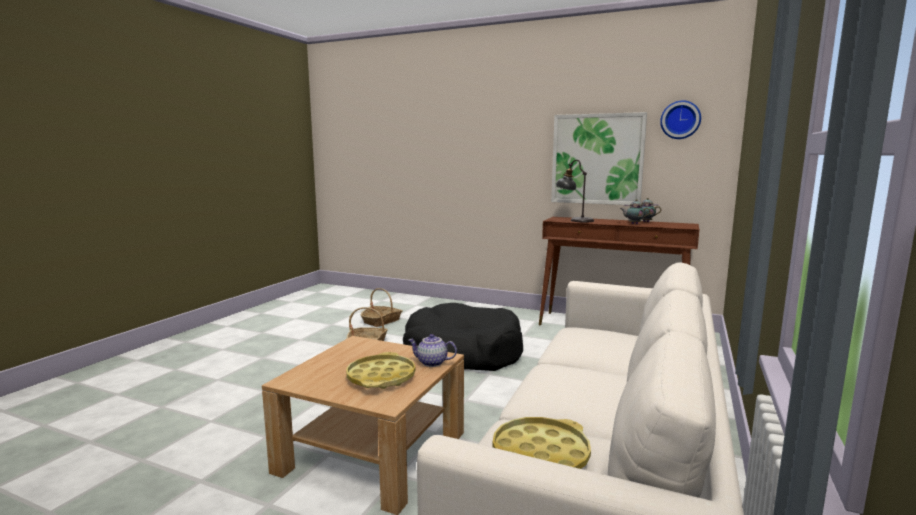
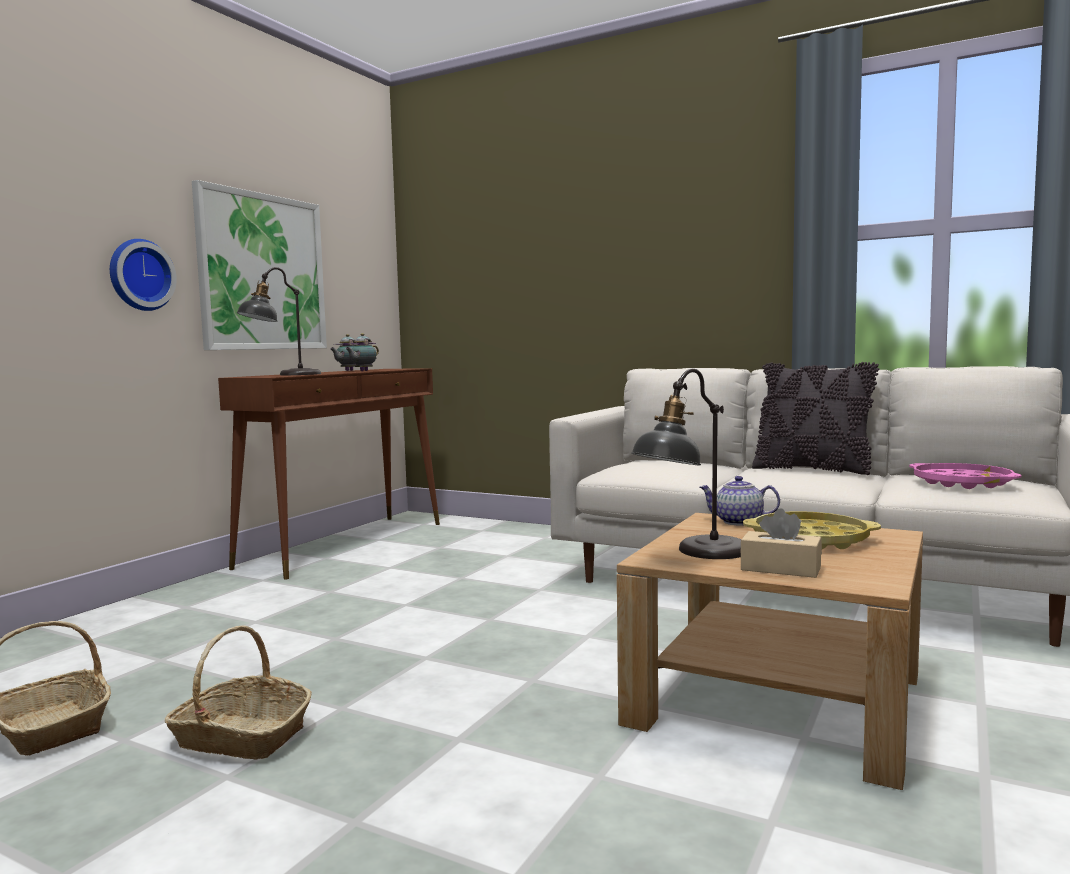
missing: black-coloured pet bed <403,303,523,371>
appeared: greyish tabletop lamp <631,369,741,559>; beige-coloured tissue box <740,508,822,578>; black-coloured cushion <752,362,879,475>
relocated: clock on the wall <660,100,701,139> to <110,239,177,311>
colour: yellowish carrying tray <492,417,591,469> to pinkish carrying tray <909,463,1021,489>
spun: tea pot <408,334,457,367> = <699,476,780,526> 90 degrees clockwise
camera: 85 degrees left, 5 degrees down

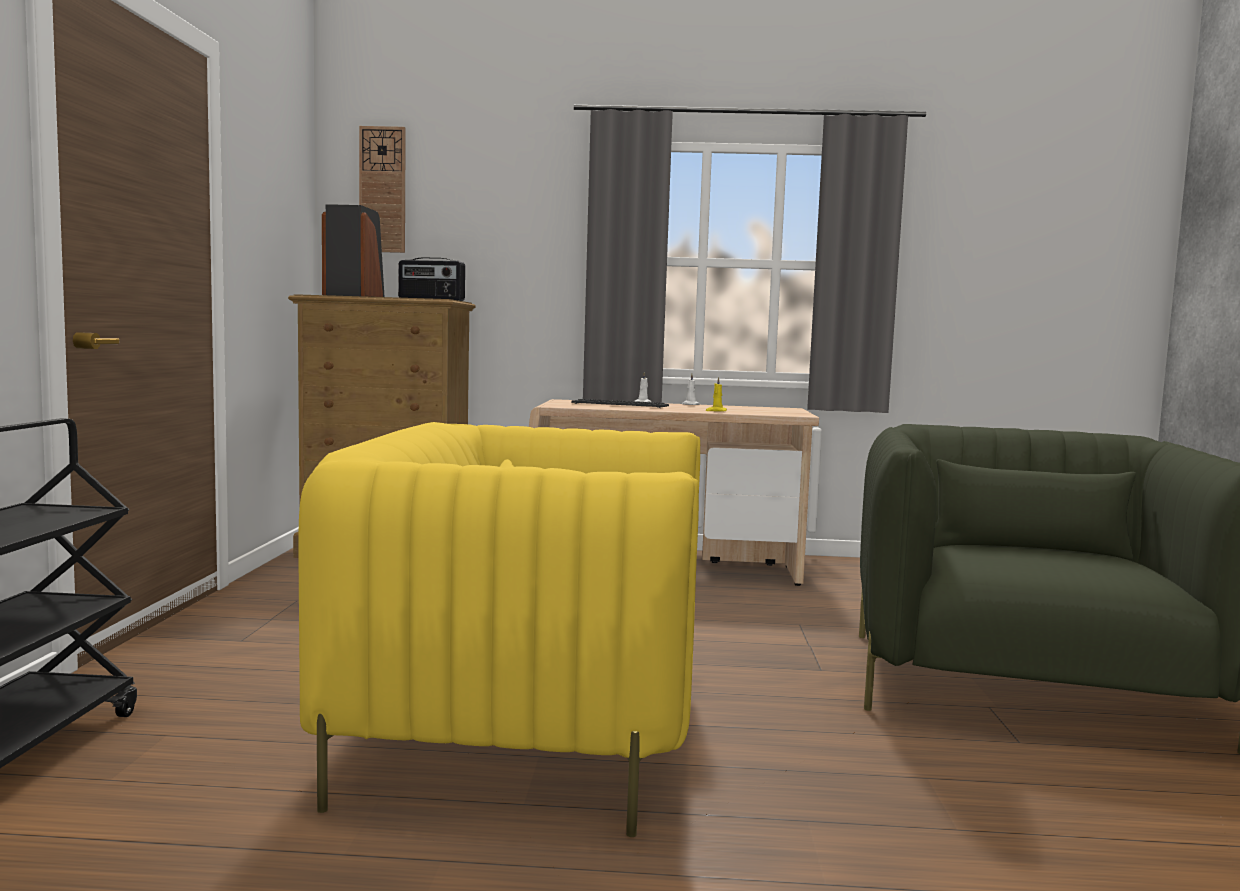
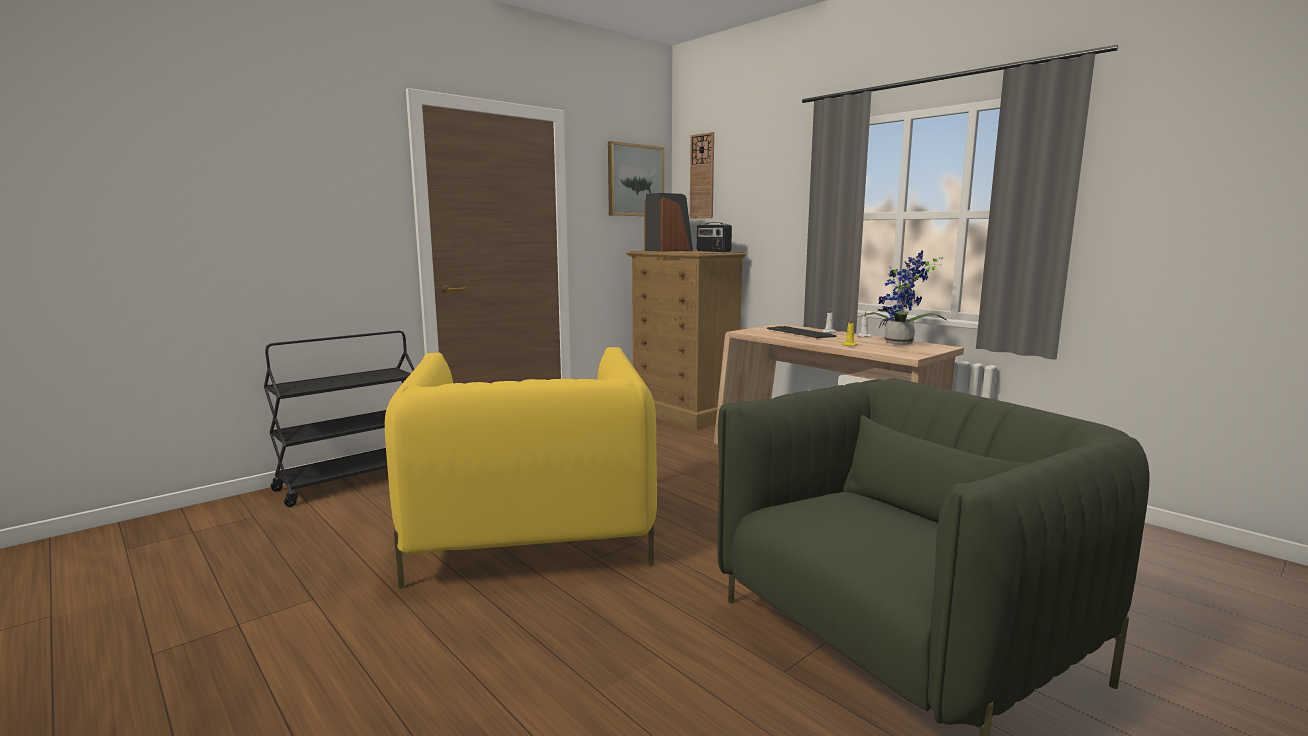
appeared: wall picture <608,141,664,216>; potted plant <862,250,947,345>
spun: yellowish lounge chair <298,422,700,837> = <385,347,657,589> 150 degrees counterclockwise
camera: 45 degrees right, 5 degrees up

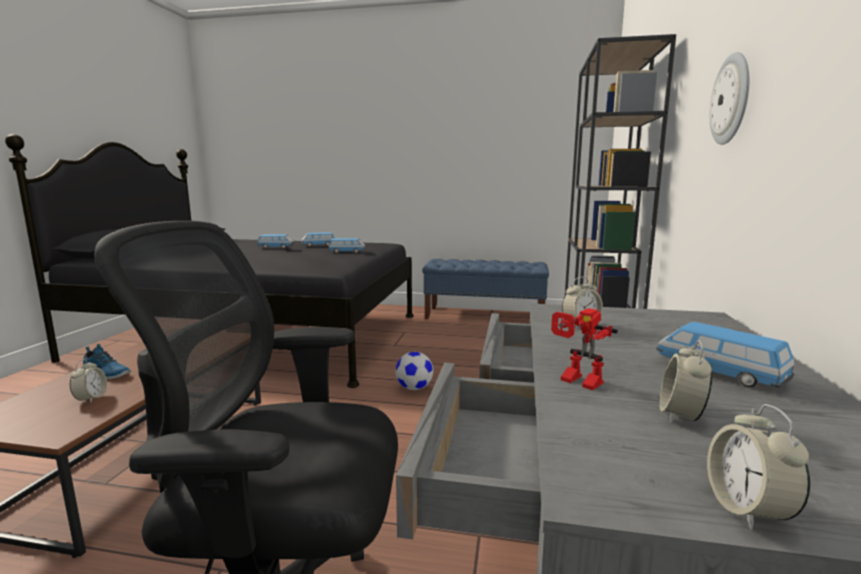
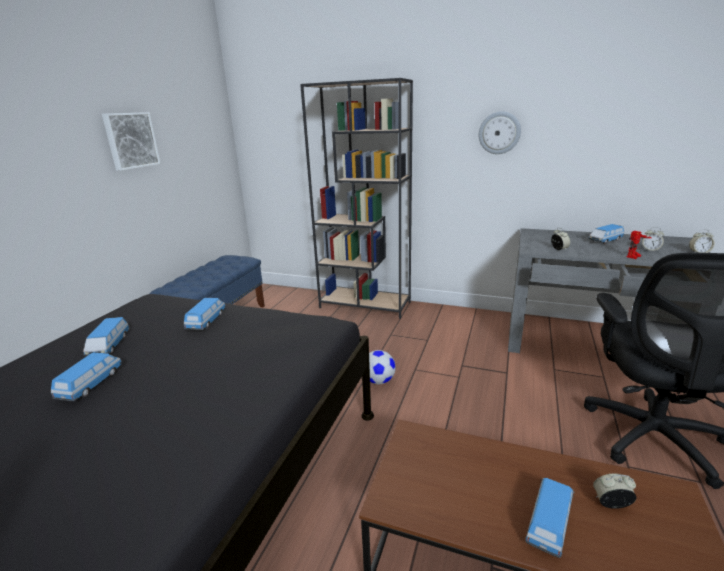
appeared: wall picture <102,112,161,171>
exchanged: item of footwear <83,344,131,380> to toy car <525,478,575,558>
camera: 80 degrees left, 10 degrees up

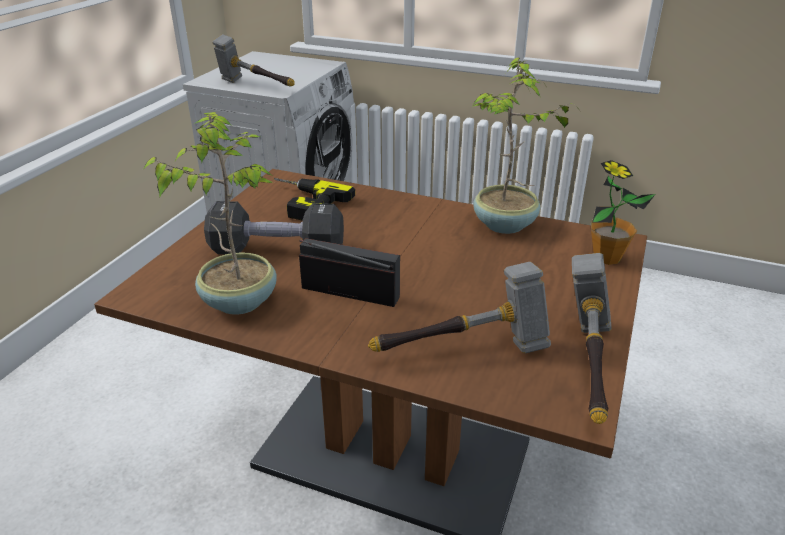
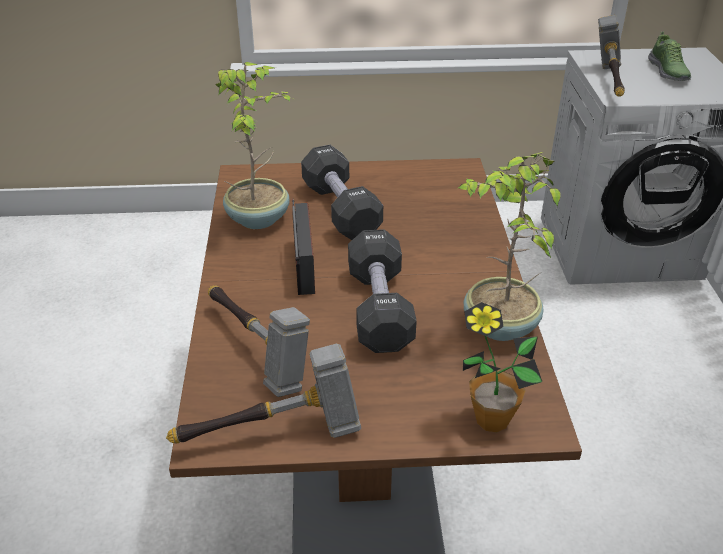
missing: drill <274,178,355,221>
appeared: black-coloured hand weight <348,229,417,353>; item of footwear <648,32,691,81>
camera: 65 degrees right, 5 degrees up

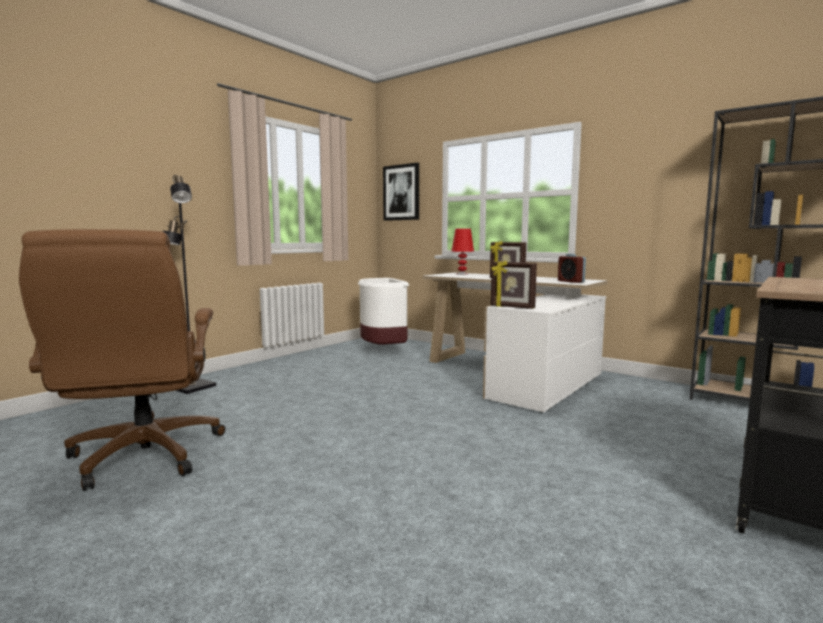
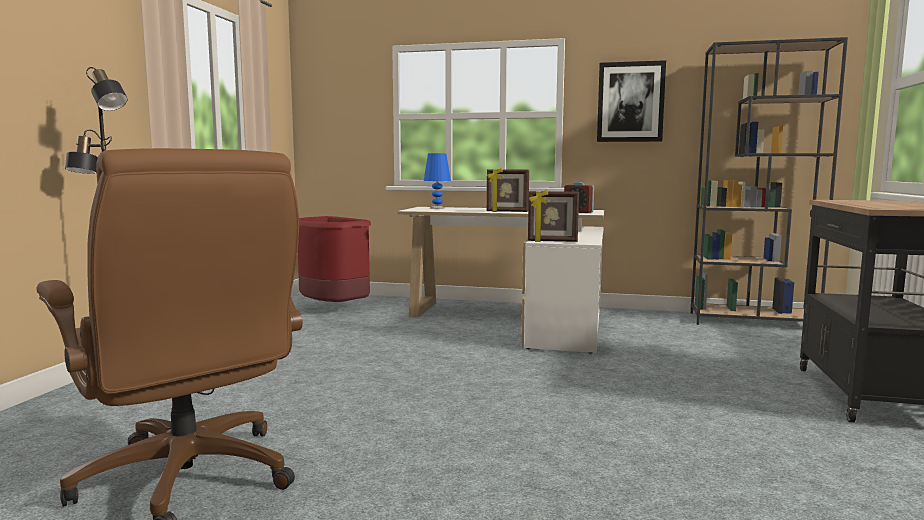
relocated: wall picture <383,163,419,221> to <597,60,666,142>
colour: white-coloured trash can <358,278,409,345> to red trash can <298,216,371,302>; red tabletop lamp <451,229,474,275> to bluish tabletop lamp <424,153,451,209>
camera: 25 degrees left, 0 degrees up

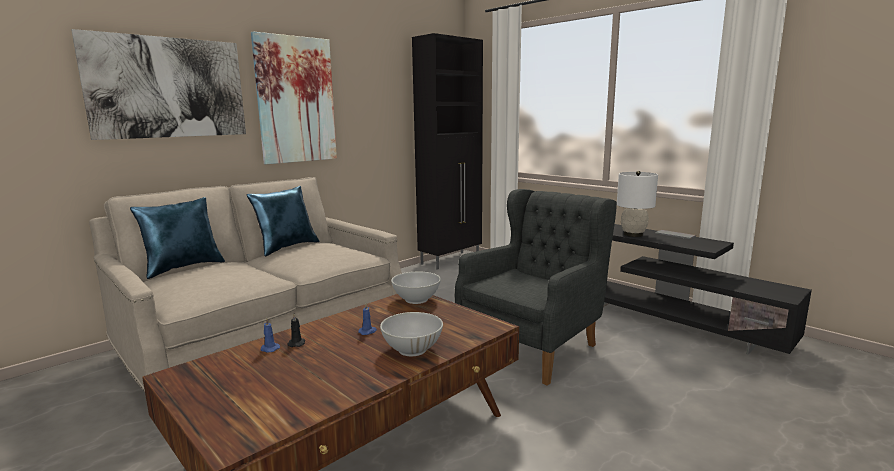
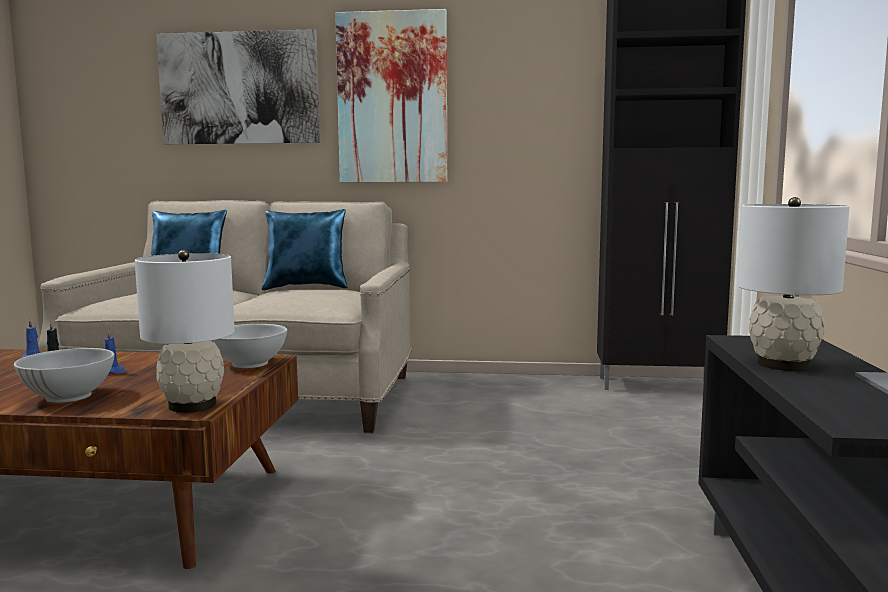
missing: greyish lounge chair <455,189,617,386>
appeared: white-coloured tabletop lamp <135,250,235,413>
camera: 50 degrees right, 5 degrees down

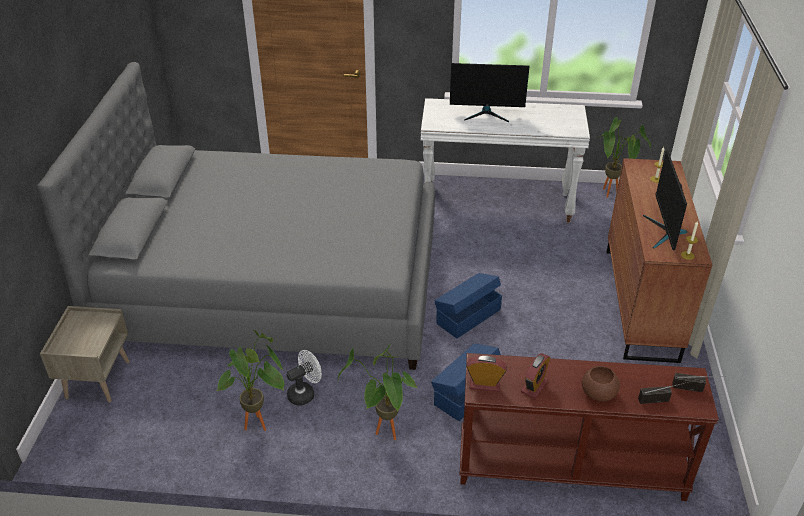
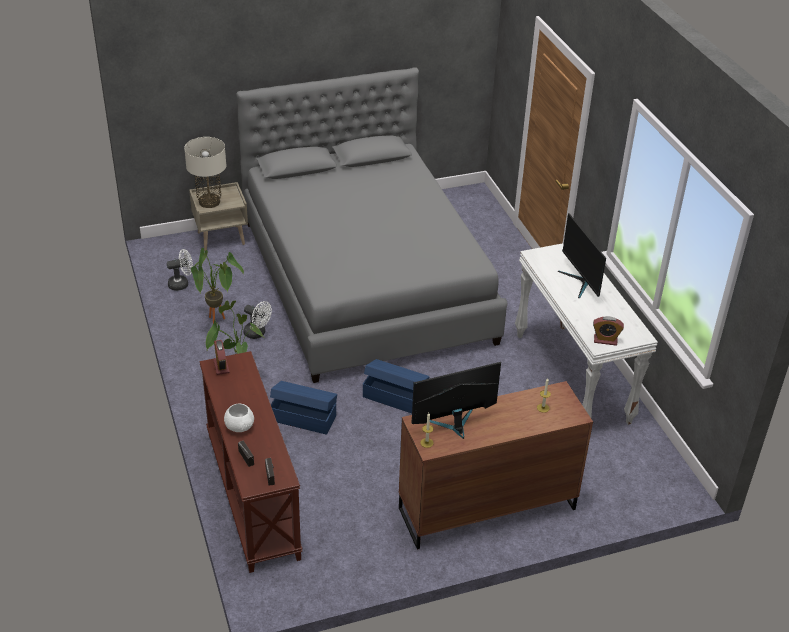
missing: potted plant <598,117,651,198>
appeared: white-coloured cooling fan <167,249,193,291>; tabletop lamp <184,137,226,208>
relocated: alarm clock <521,353,550,399> to <593,316,624,346>
colour: brown-coloured bowl <582,366,620,401> to white-coloured bowl <224,404,254,432>
camera: 65 degrees right, 0 degrees up

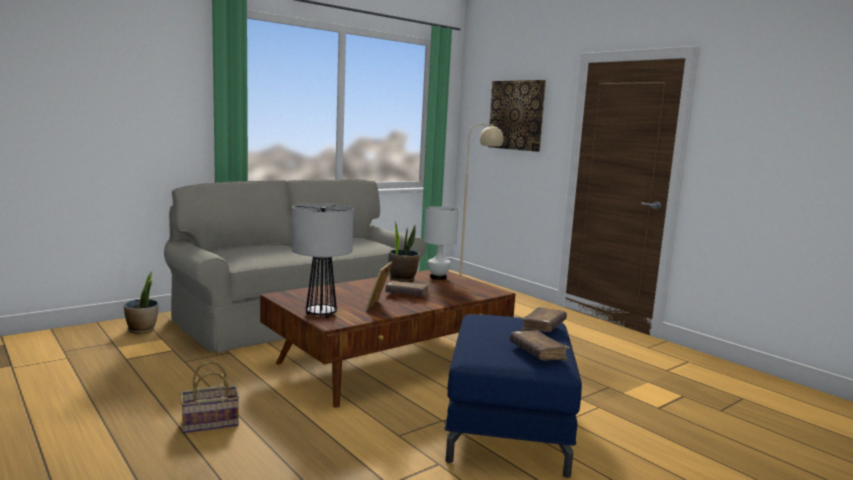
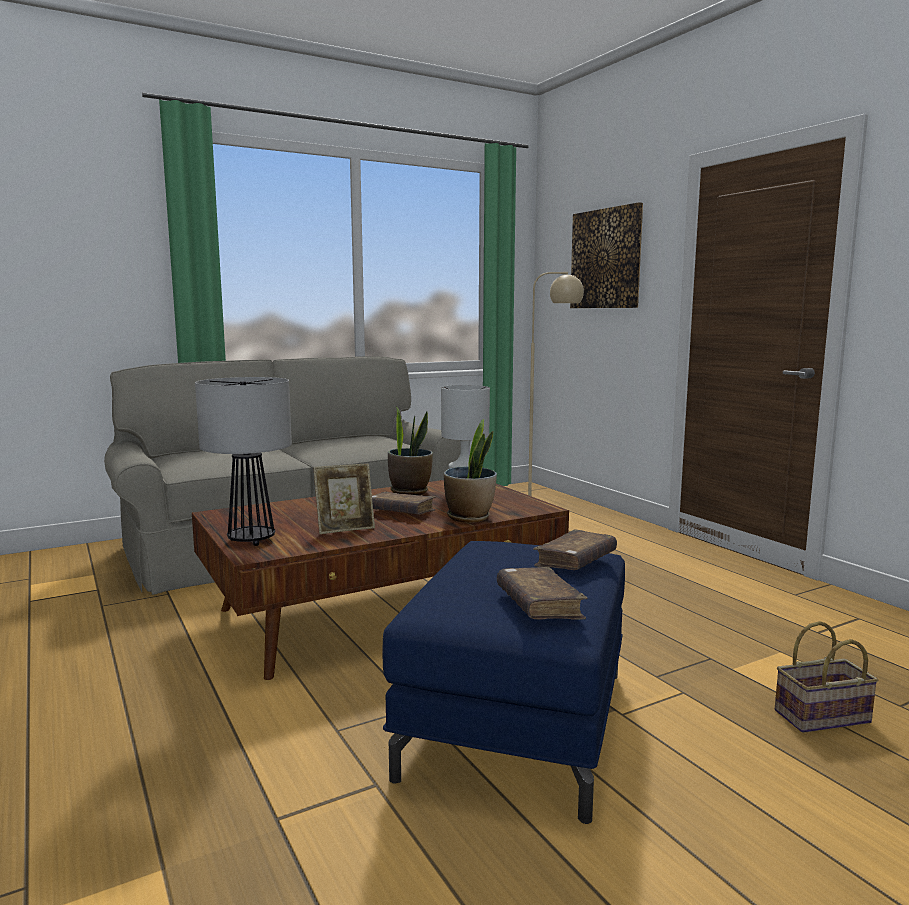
relocated: potted plant <124,272,159,334> to <444,419,497,523>; storage basket <181,361,239,433> to <775,621,878,733>
spun: picture frame <365,261,392,311> = <313,464,375,534> 135 degrees counterclockwise
camera: 10 degrees right, 0 degrees up

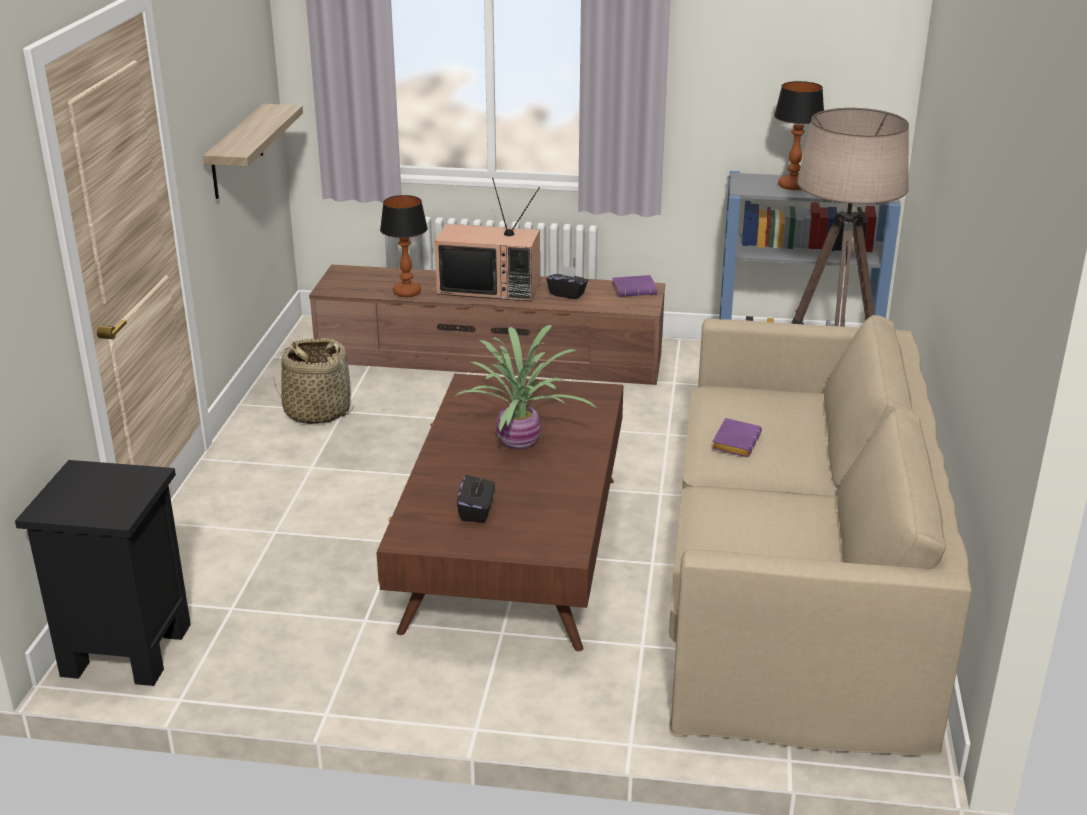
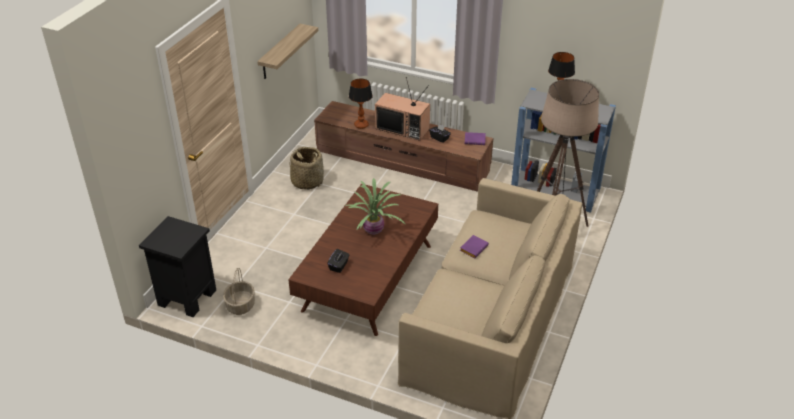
appeared: storage basket <223,268,255,315>
camera: 15 degrees right, 10 degrees up

